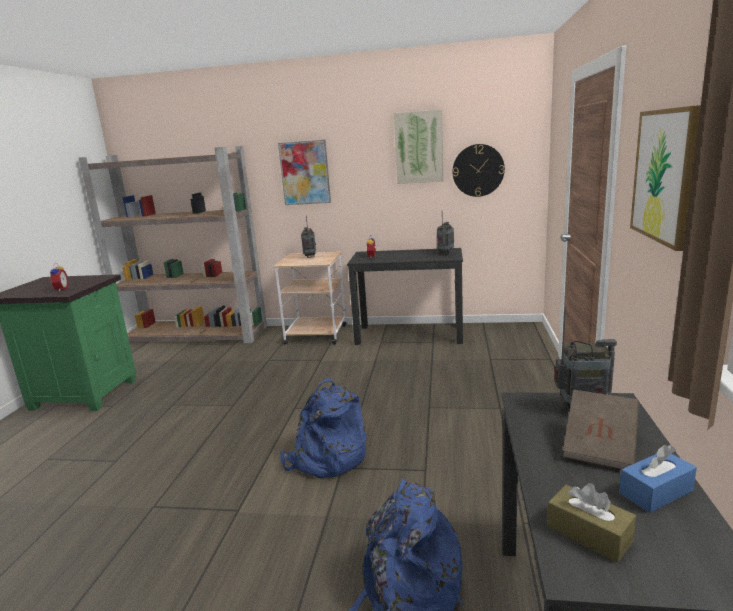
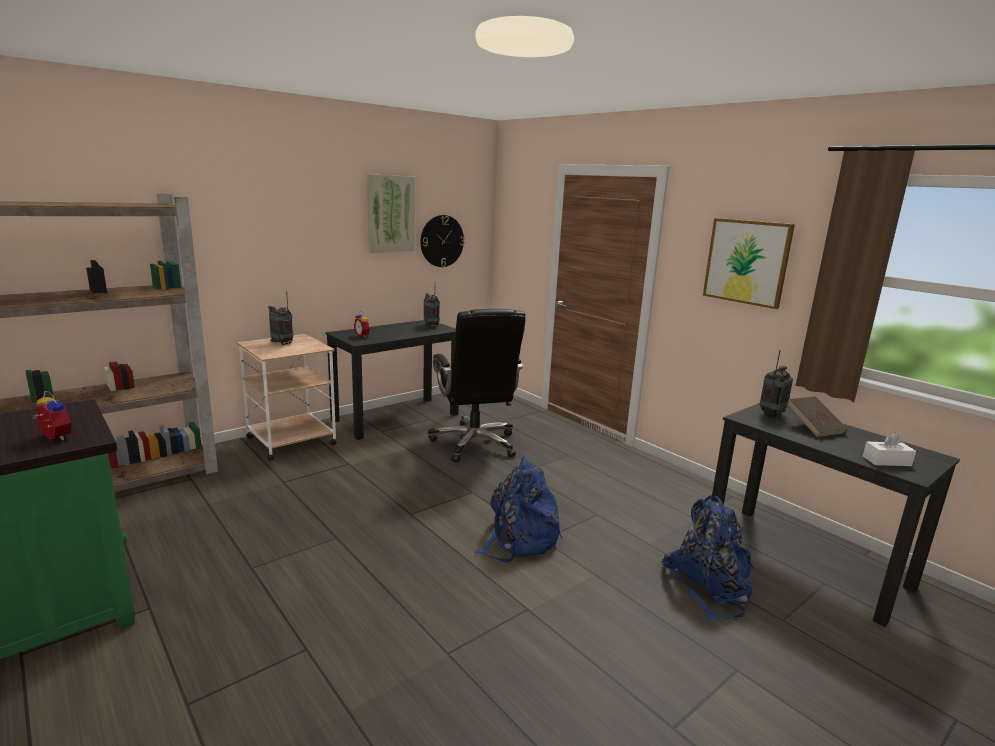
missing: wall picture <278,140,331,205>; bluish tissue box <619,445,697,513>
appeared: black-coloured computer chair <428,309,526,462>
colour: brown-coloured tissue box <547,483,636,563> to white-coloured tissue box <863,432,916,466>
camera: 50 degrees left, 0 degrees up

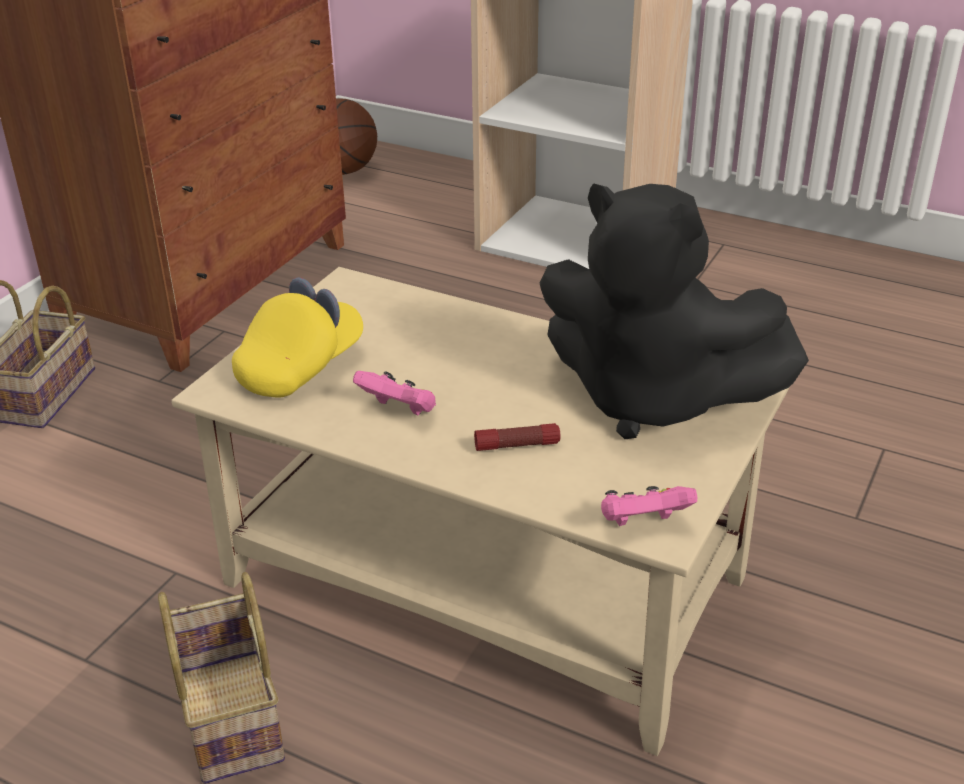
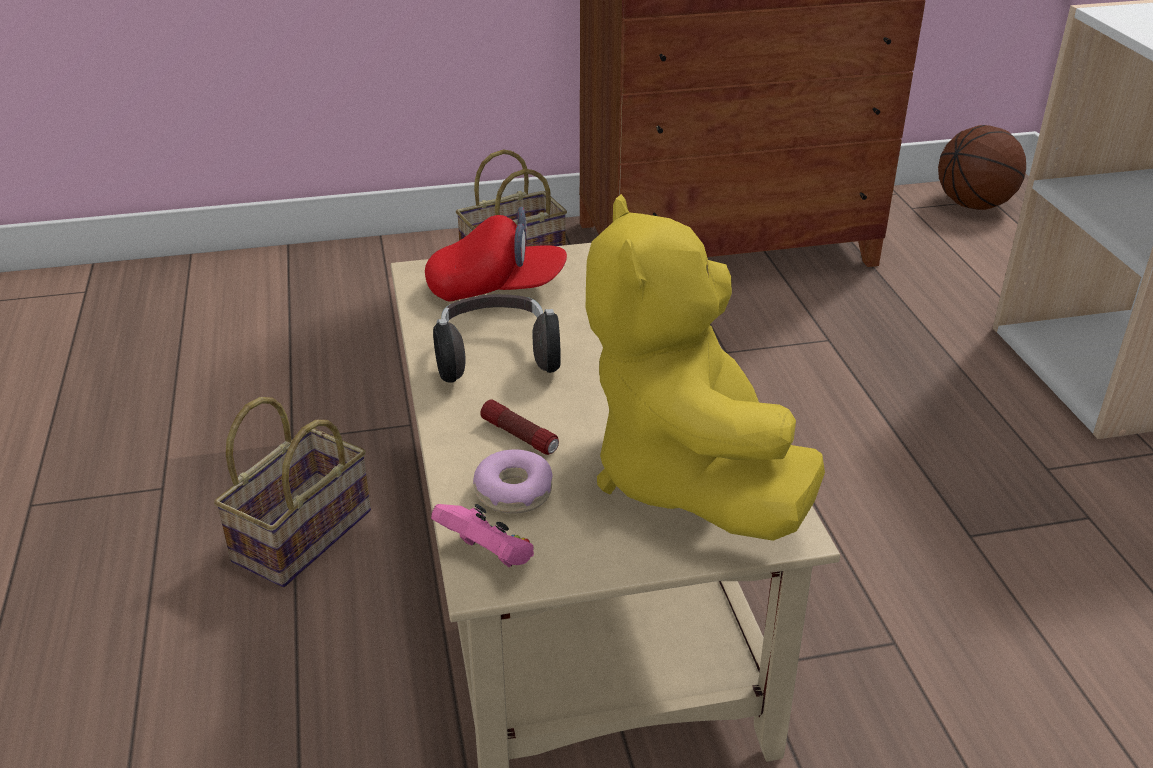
appeared: ring doughnut <473,449,553,514>
exchanged: pinkish gamepad <353,371,436,415> to pair of headphones <433,294,561,383>
colour: yellowish peaked cap <232,277,363,398> to red peaked cap <425,207,567,301>; black-coloured soft toy <540,183,809,439> to yellowish soft toy <586,194,825,541>
camera: 50 degrees right, 0 degrees up

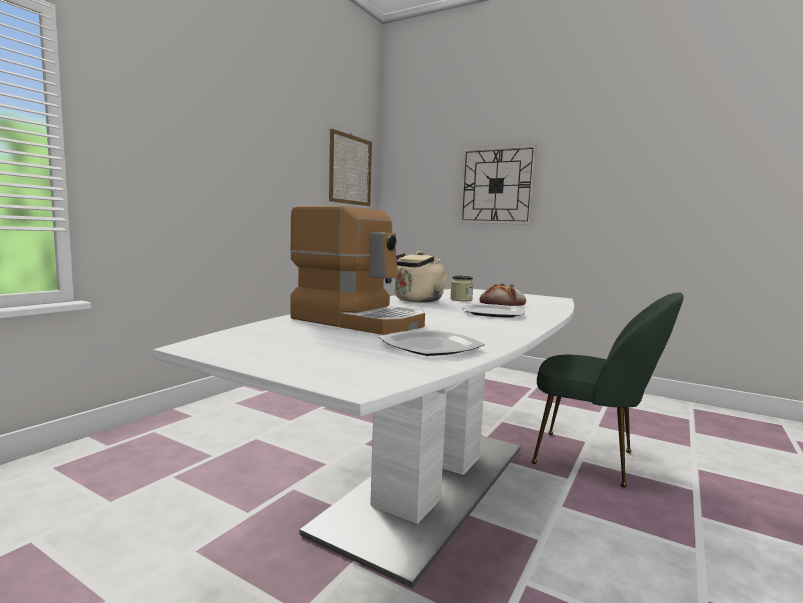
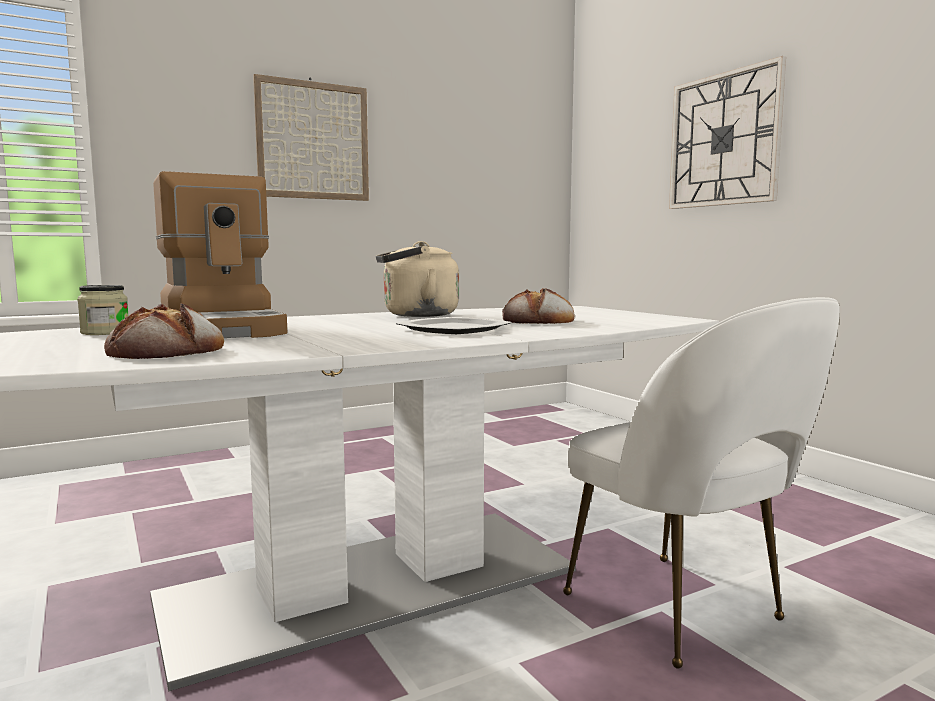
relocated: wall picture <329,129,372,206> to <253,74,369,201>; preserve jar <450,276,473,301> to <77,285,128,335>
exchanged: flat dish <379,330,485,356> to baked bread <104,303,224,359>
colour: greenish plain chair <532,293,684,488> to white-coloured plain chair <563,297,840,669>
camera: 30 degrees right, 0 degrees up

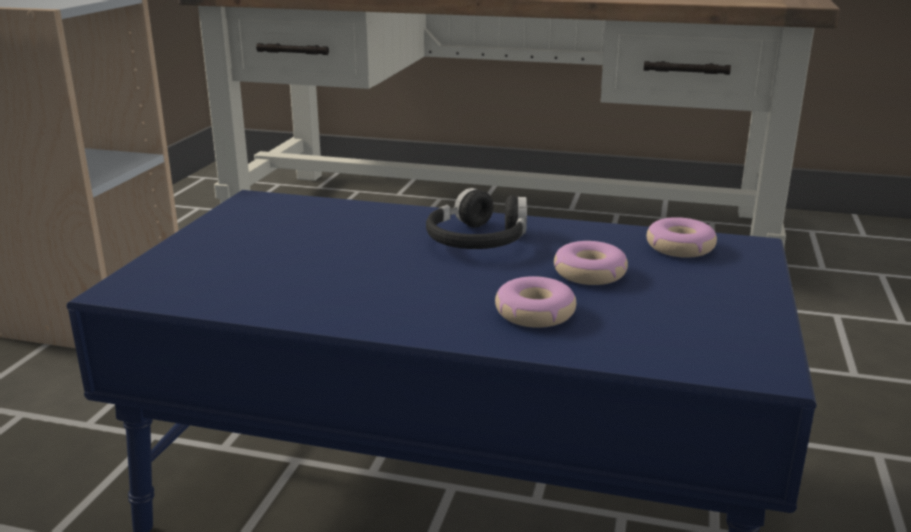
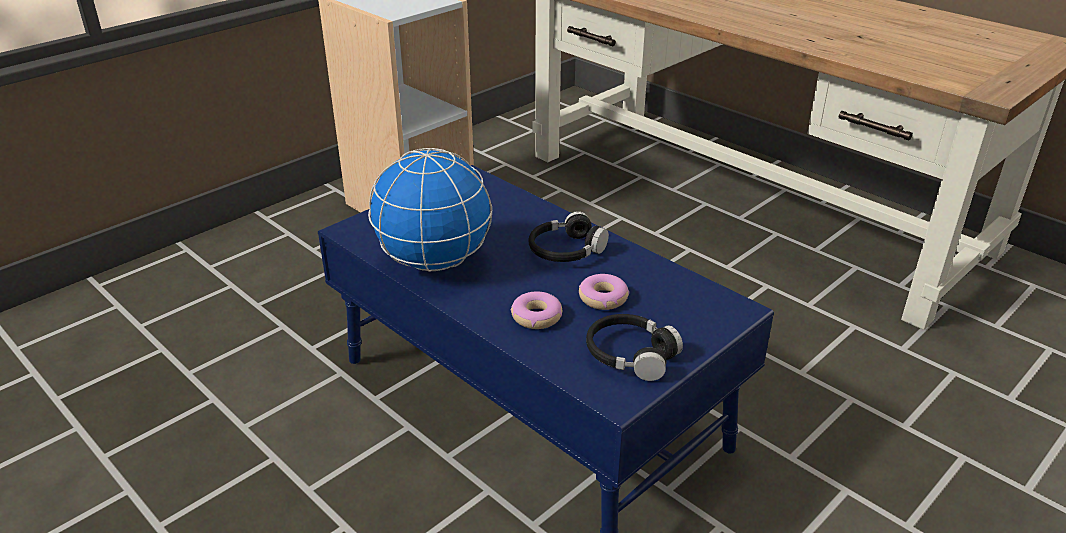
missing: ring doughnut <646,217,717,258>
appeared: globe <368,148,492,272>; black-coloured pair of headphones <586,314,683,381>
camera: 30 degrees right, 10 degrees up

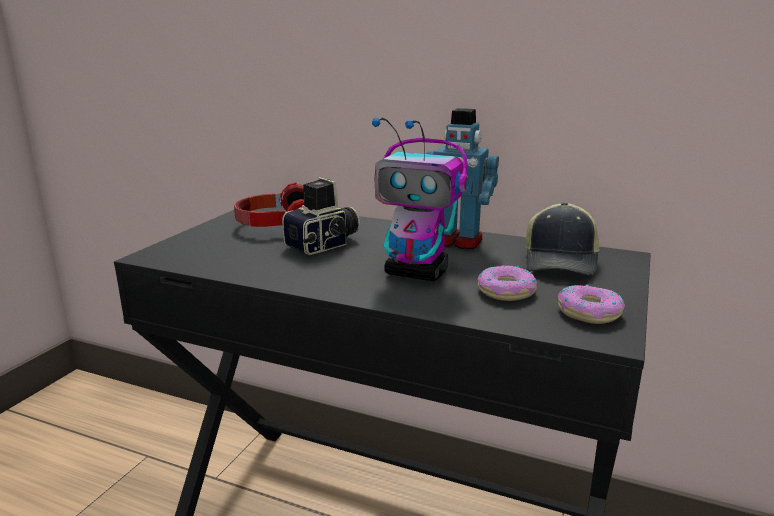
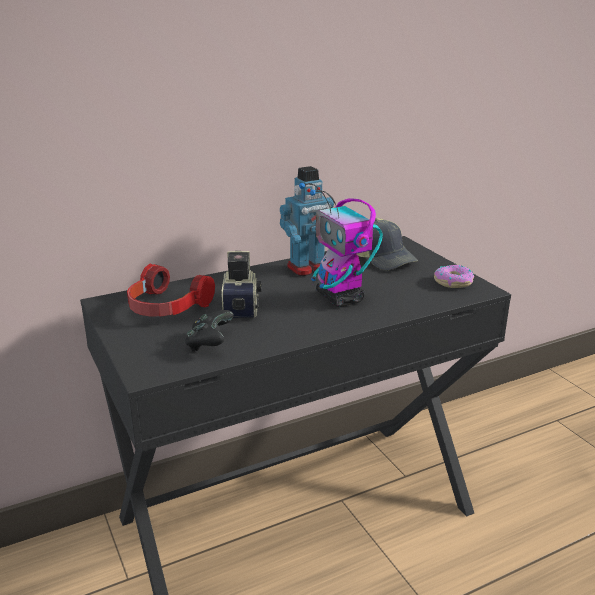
missing: ring doughnut <477,265,537,301>
appeared: black-coloured gamepad <185,310,234,351>
spun: model robot <372,118,468,281> = <299,183,383,306> 90 degrees clockwise
camera: 50 degrees left, 5 degrees up

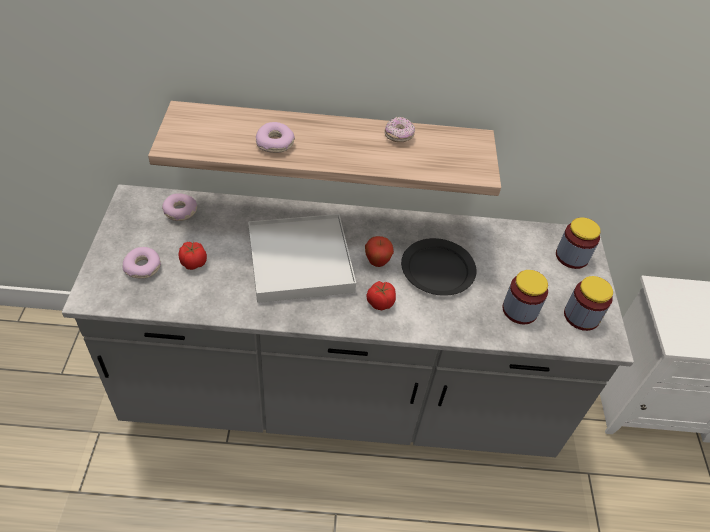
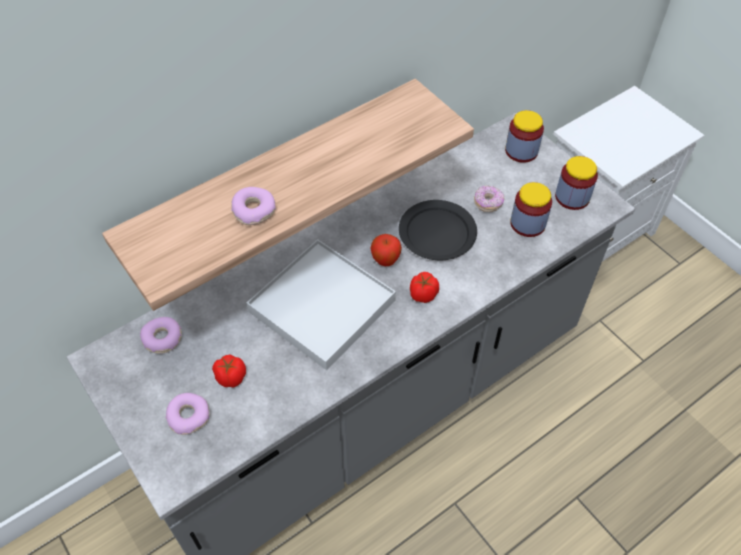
relocated: ring doughnut <384,116,415,142> to <474,185,504,212>
camera: 35 degrees left, 5 degrees up

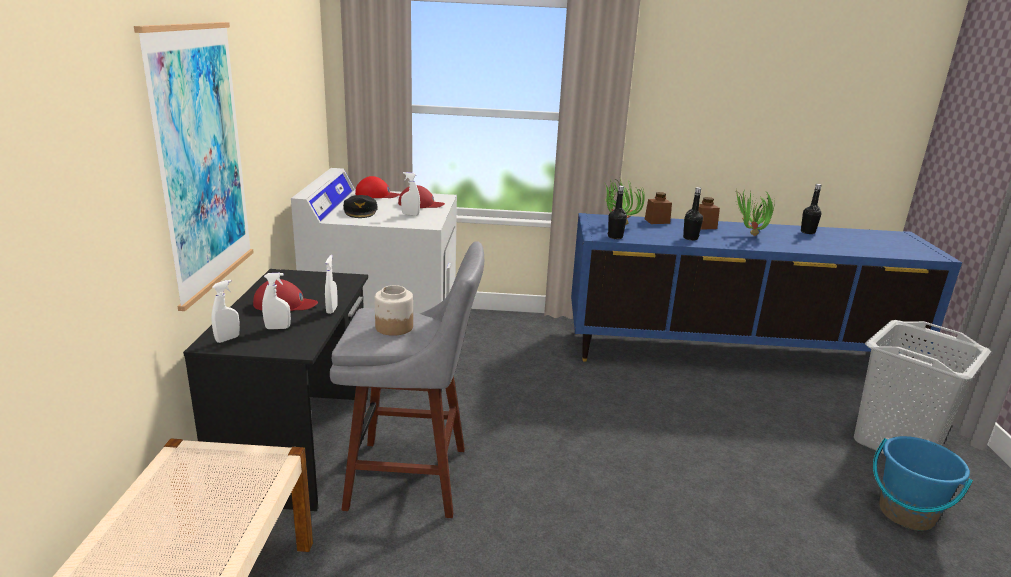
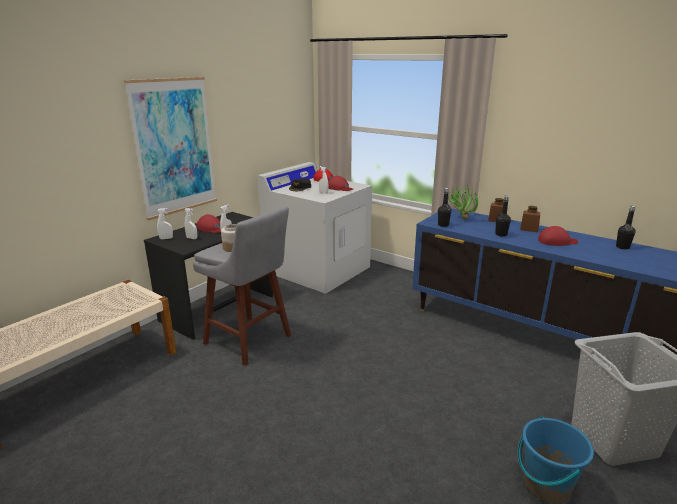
exchanged: potted plant <733,190,775,236> to red peaked cap <538,226,578,246>
camera: 35 degrees right, 0 degrees up

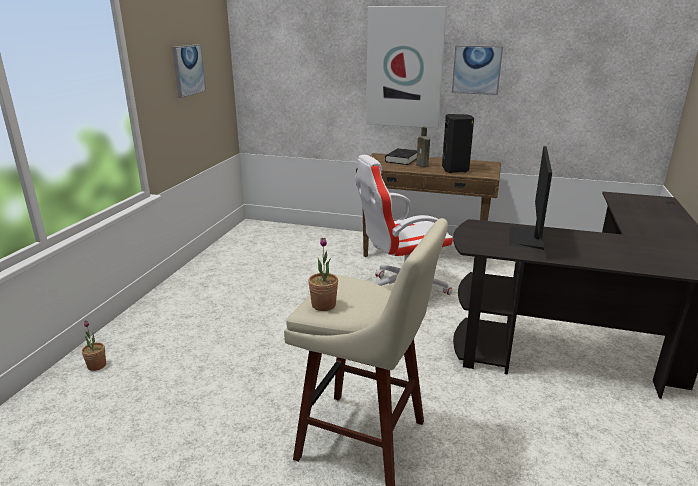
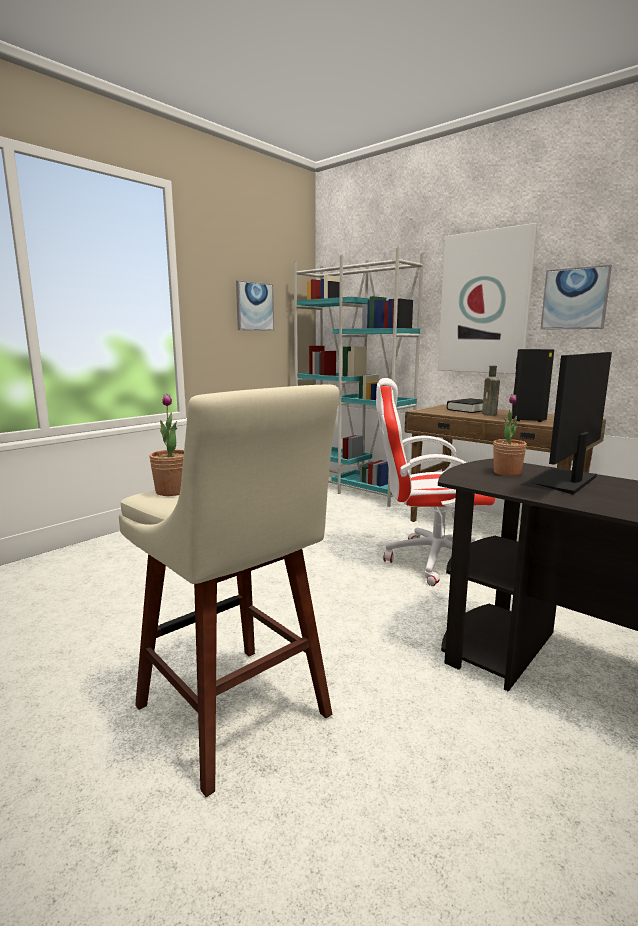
appeared: blue-green bookcase <294,248,424,507>
relocated: potted plant <82,321,106,371> to <493,394,527,476>
camera: 25 degrees right, 10 degrees down

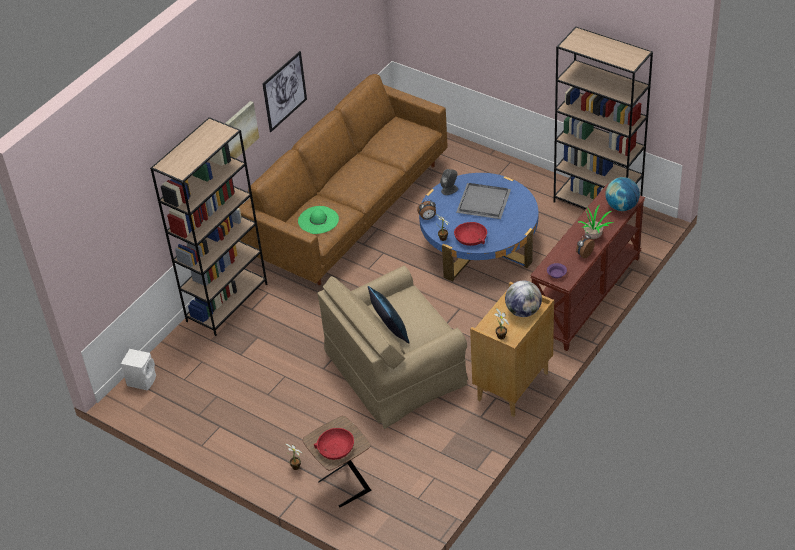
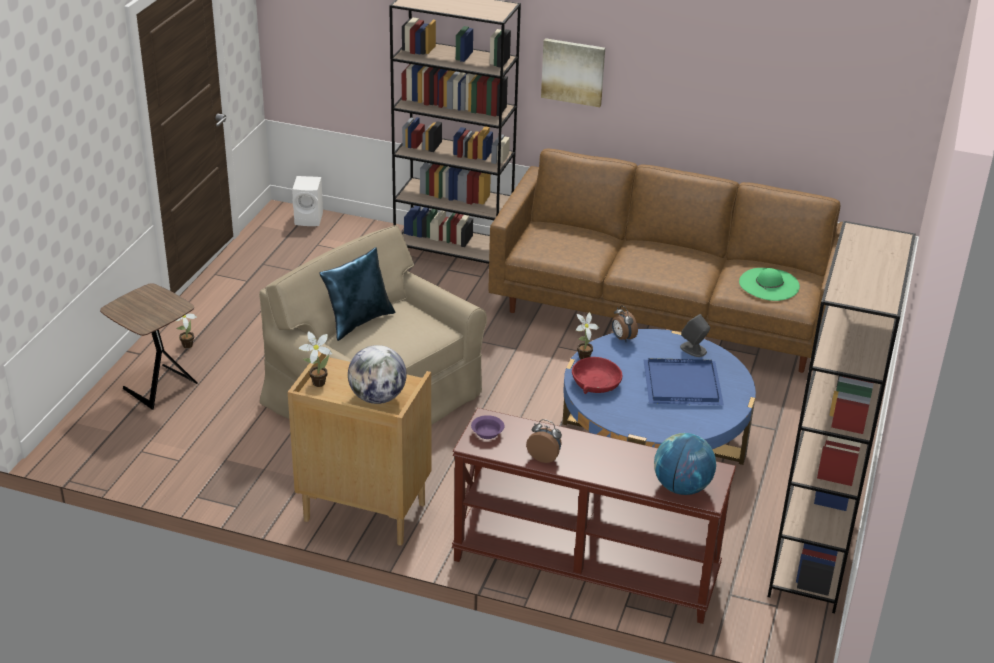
missing: wall picture <262,51,307,132>; red bowl <314,428,354,460>; potted plant <578,204,614,239>
relocated: greenish wearable hat <298,206,339,234> to <739,268,800,301>
colour: greyish carrying tray <456,183,511,219> to bluish carrying tray <643,358,724,405>
camera: 70 degrees right, 10 degrees down

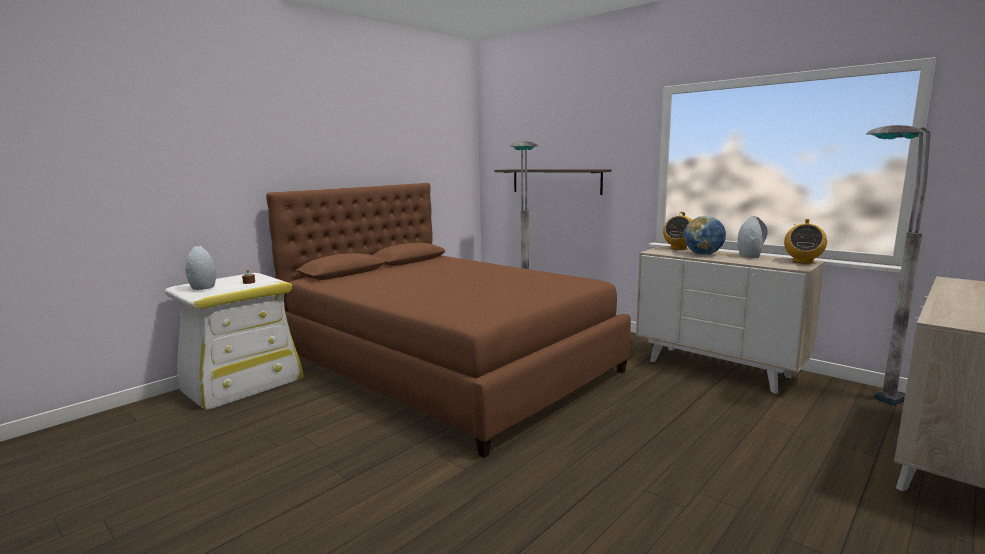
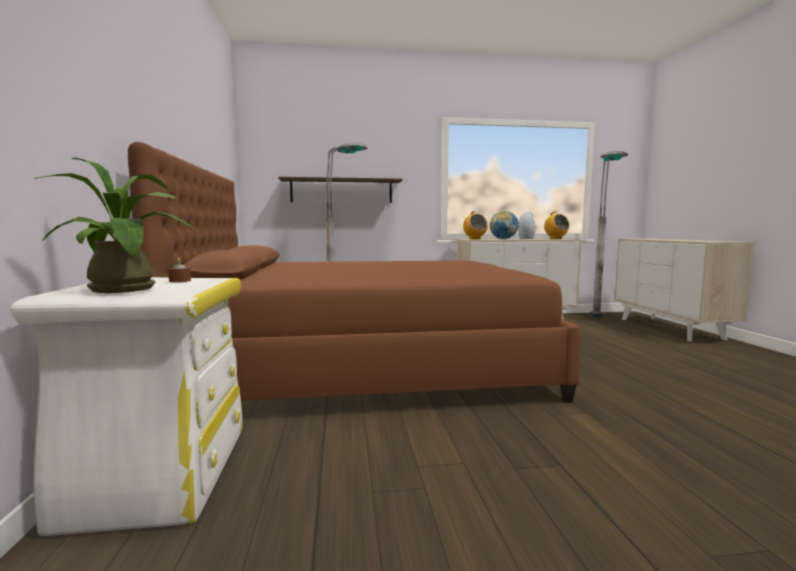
exchanged: greyish decorative vase <185,246,216,290> to potted plant <34,158,195,293>
camera: 50 degrees left, 5 degrees down

